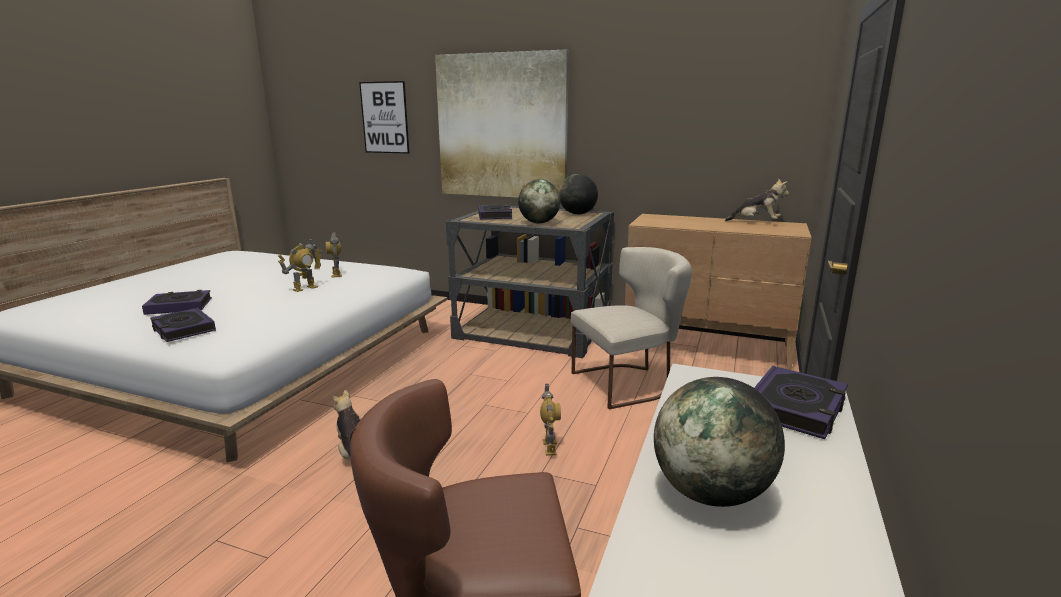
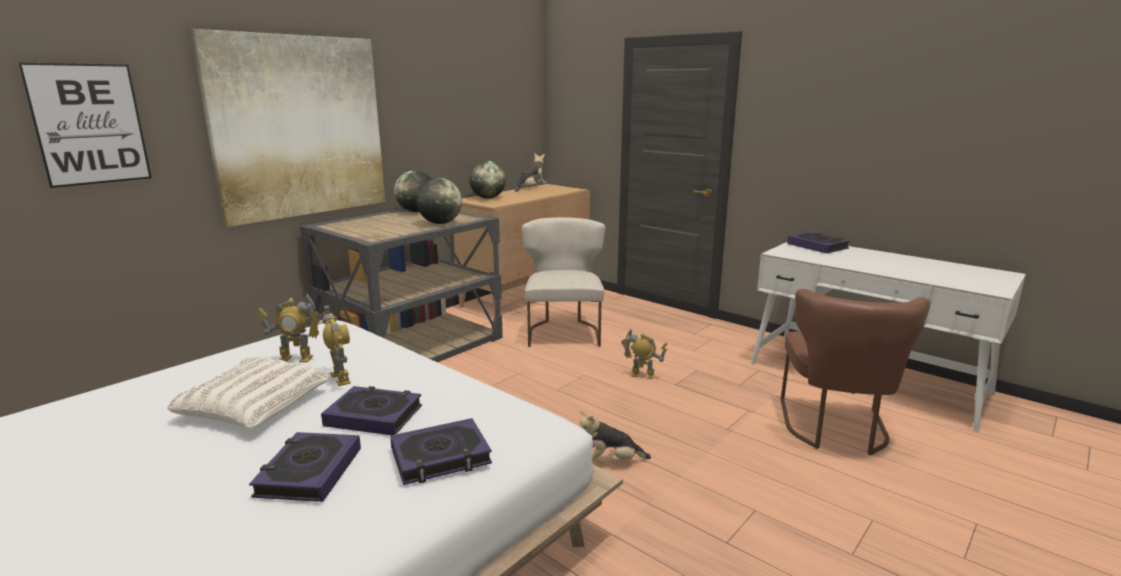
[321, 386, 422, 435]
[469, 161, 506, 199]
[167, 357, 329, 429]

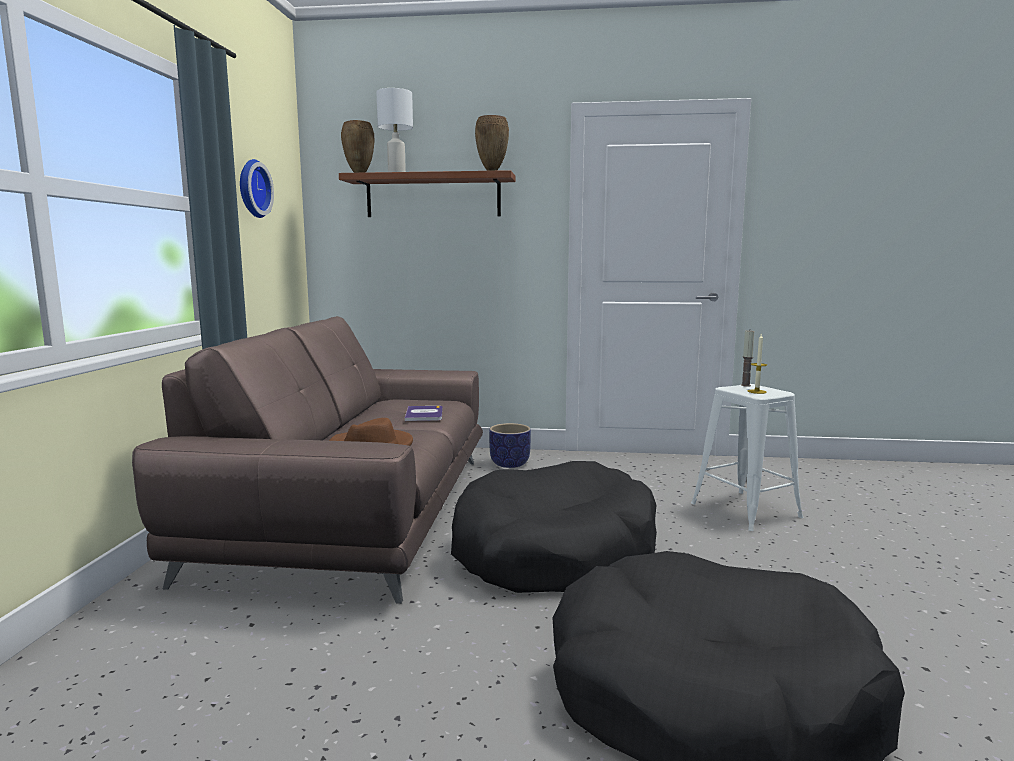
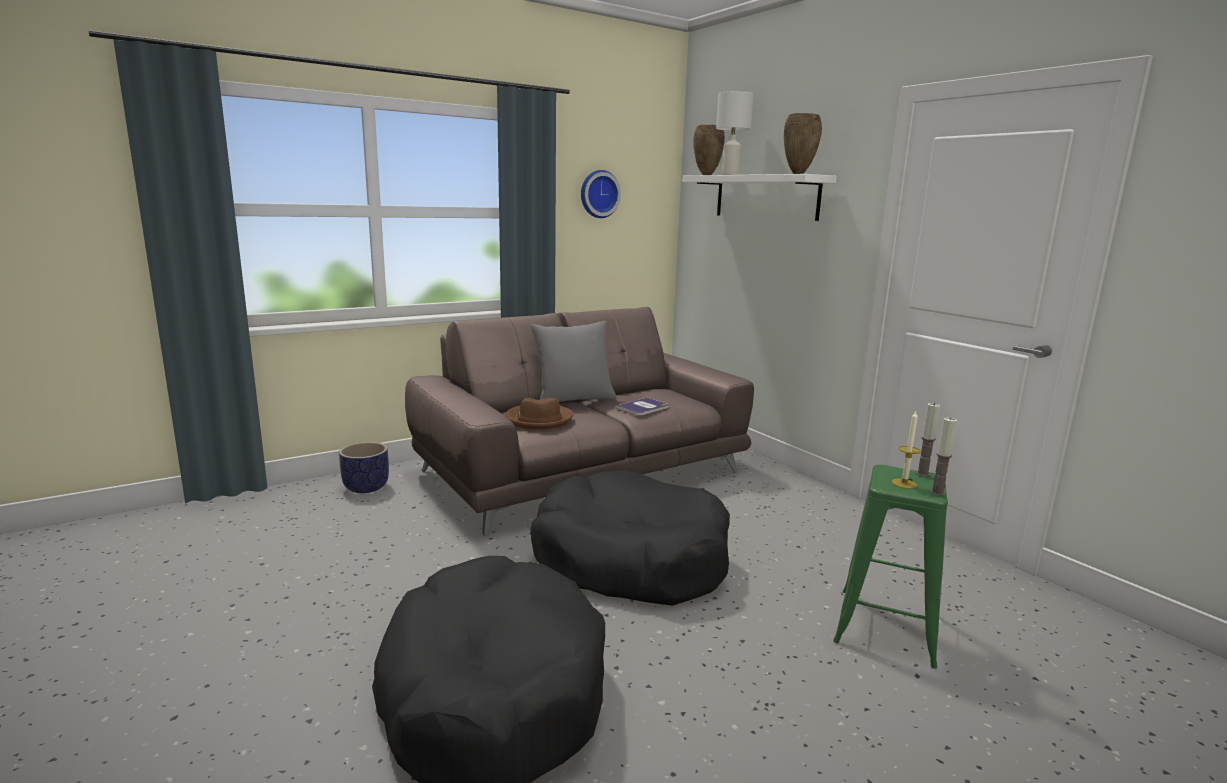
[682, 174, 836, 221]
[833, 465, 948, 669]
[339, 442, 389, 493]
[531, 321, 617, 402]
[930, 417, 957, 496]

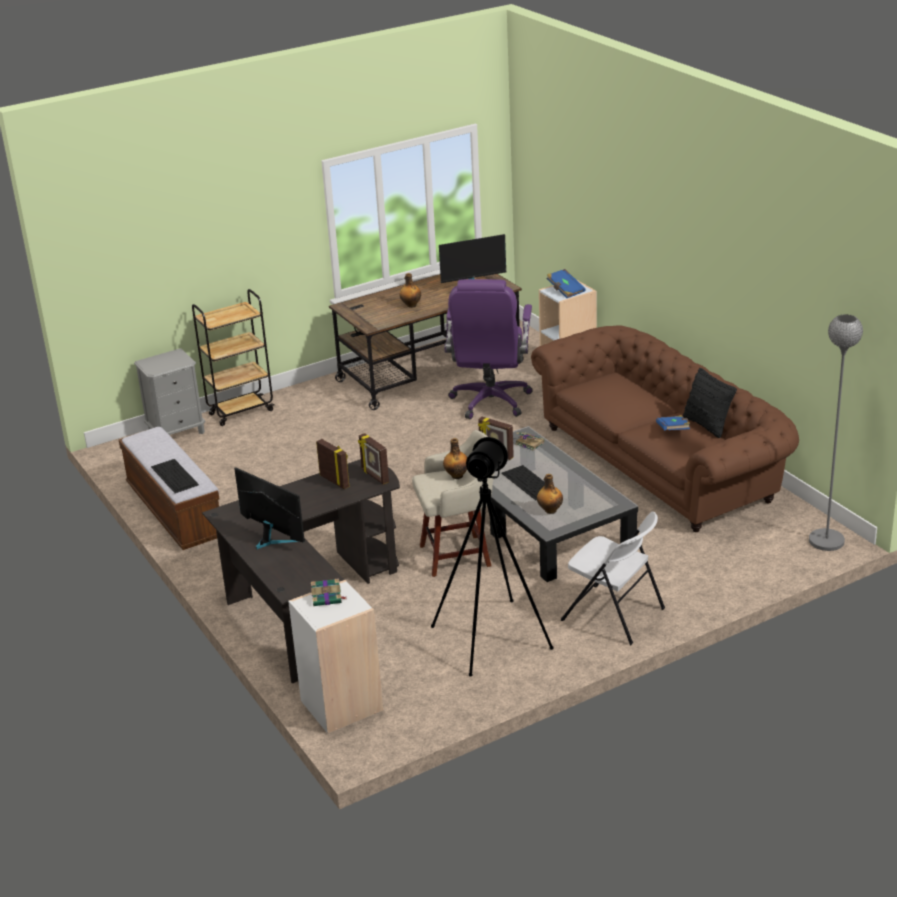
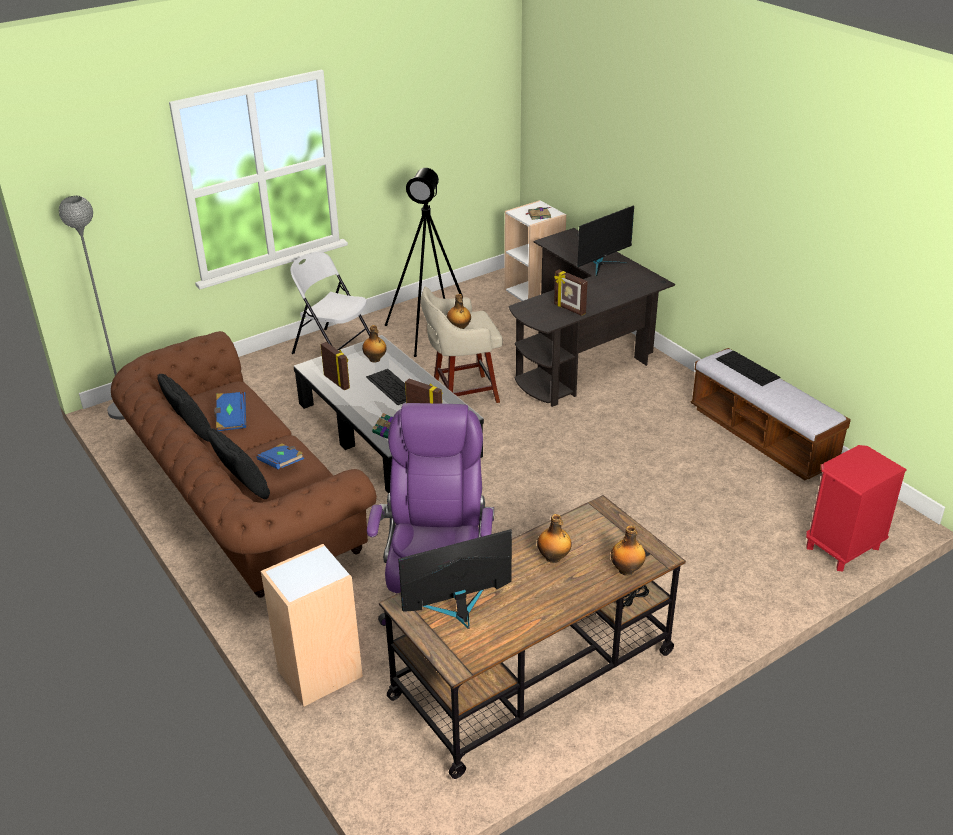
[257, 443, 304, 469]
[192, 289, 276, 426] (first image)
[806, 445, 907, 571]
[320, 342, 350, 390]
[577, 206, 634, 276]
[207, 428, 270, 499]
[611, 525, 646, 576]

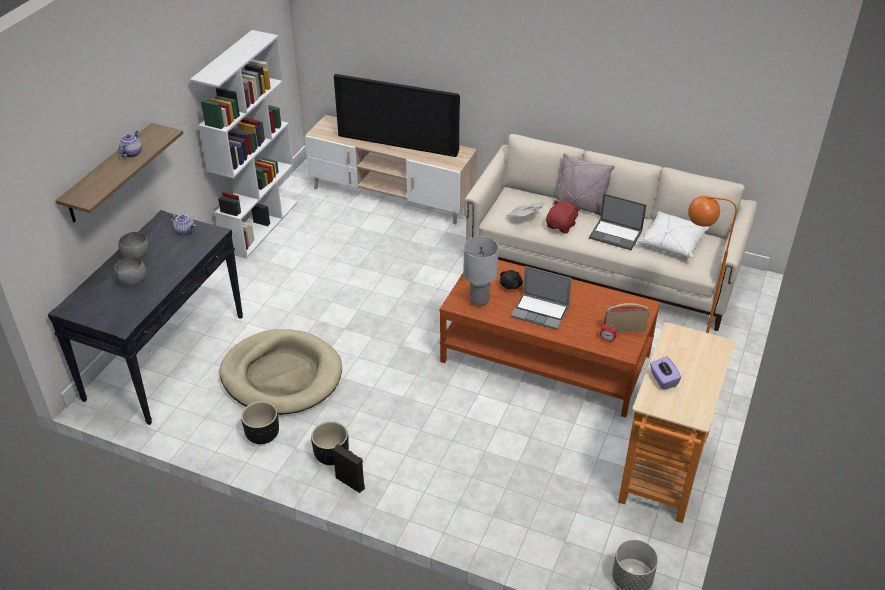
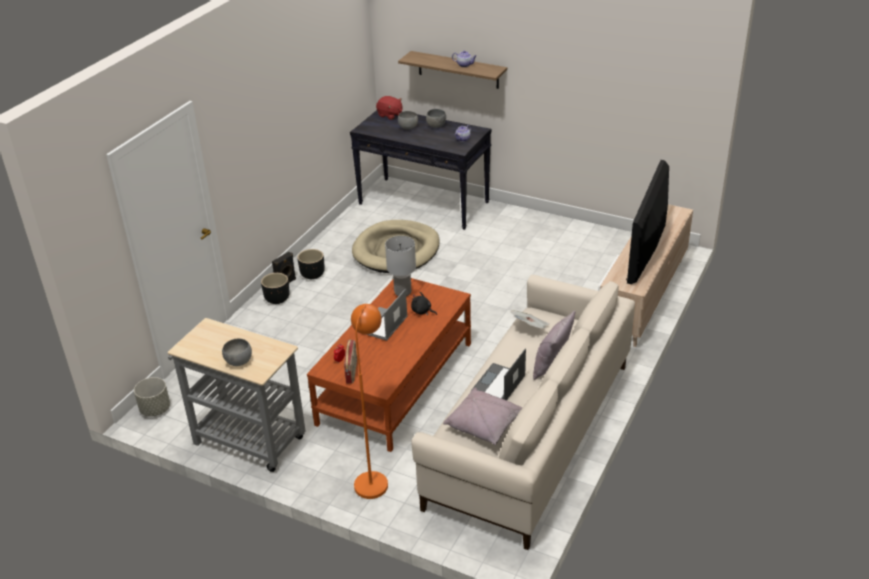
[190, 30, 298, 259] (first image)
[376, 96, 402, 120]
[443, 388, 523, 445]
[168, 318, 306, 472]
[650, 356, 681, 390] (first image)
[261, 273, 289, 304]
[222, 339, 252, 366]

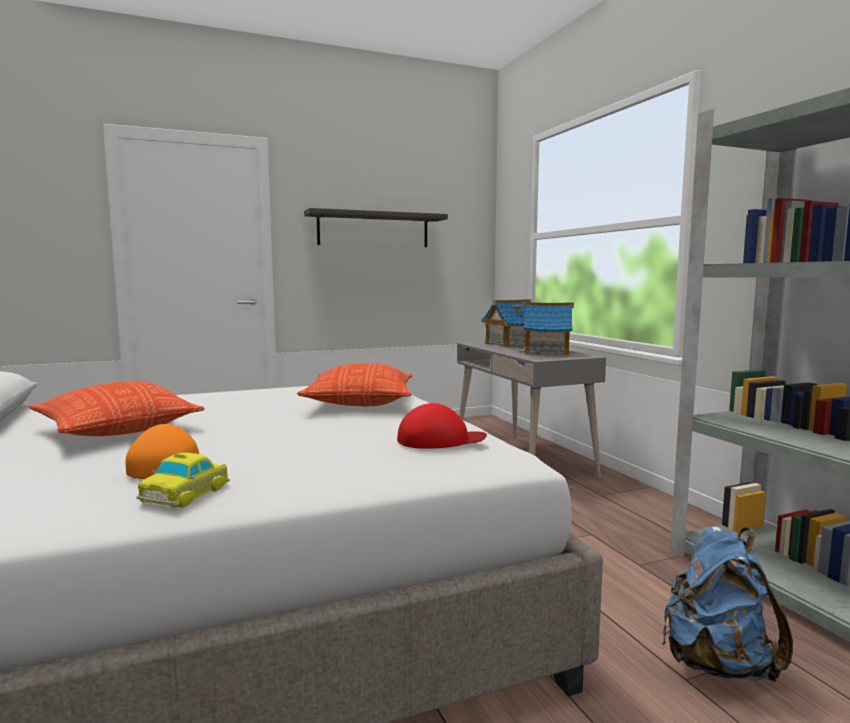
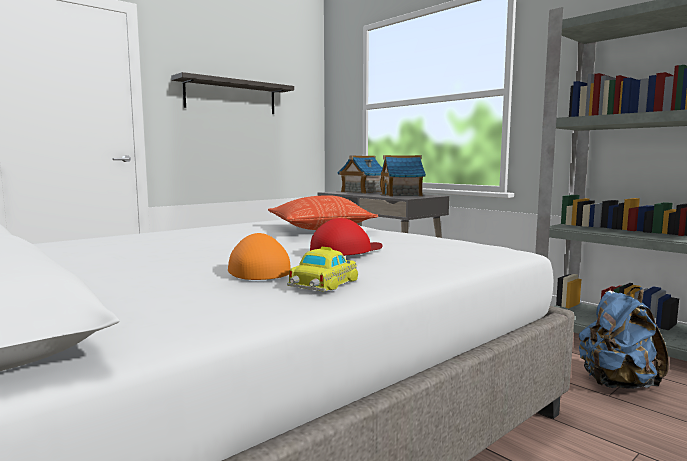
[29, 381, 205, 436] (first image)
[310, 218, 383, 256]
[287, 247, 358, 291]

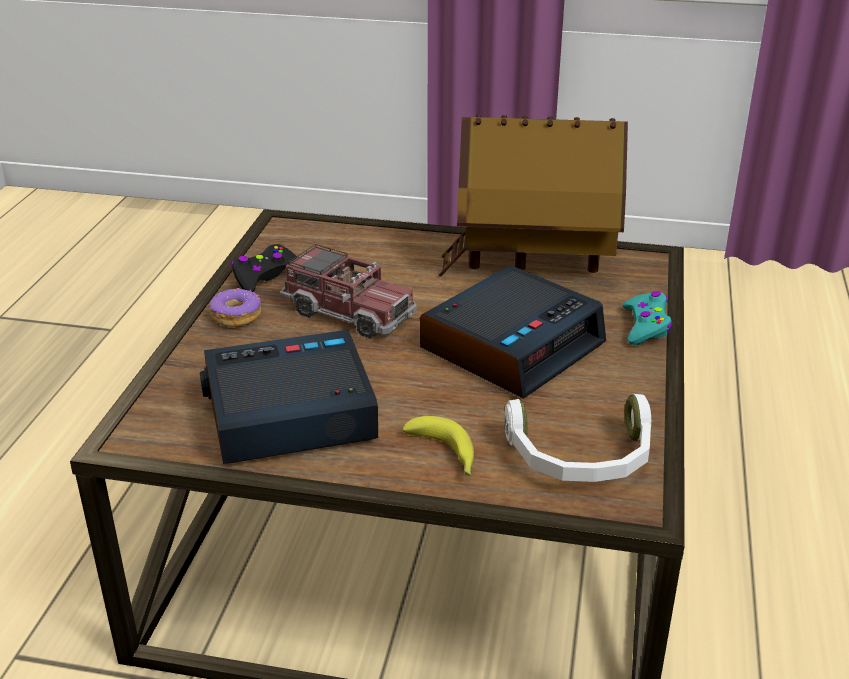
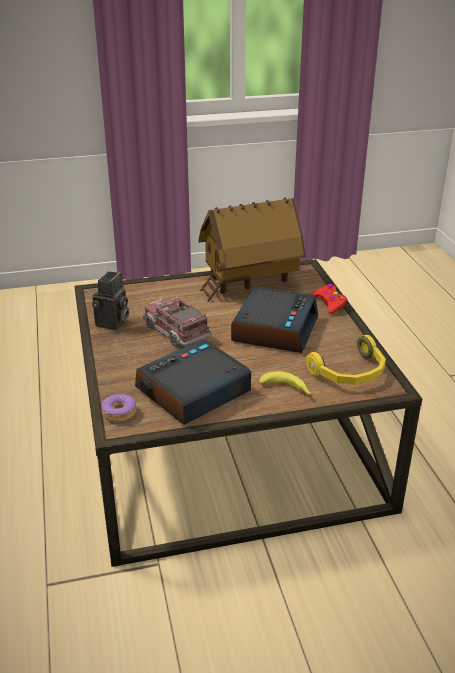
[92, 271, 129, 330]
[143, 297, 212, 347]
[102, 393, 136, 422]
[312, 284, 347, 314]
[306, 335, 386, 385]

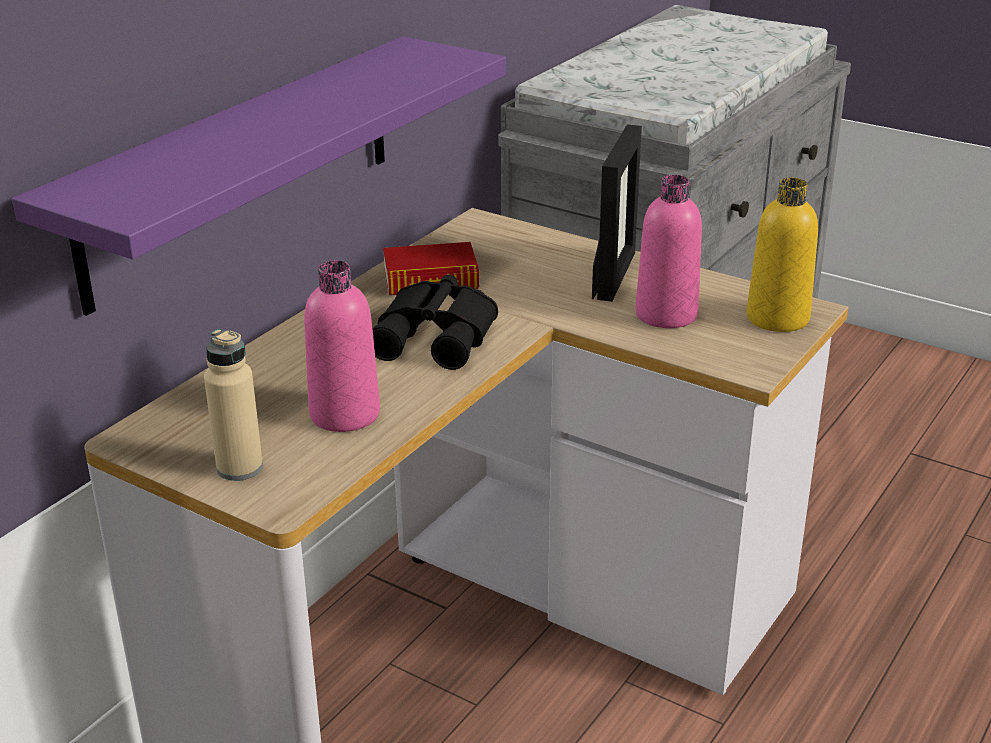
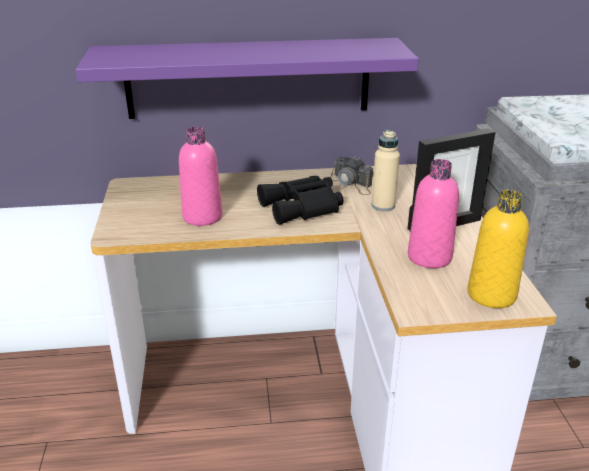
[330, 156, 373, 195]
[372, 130, 400, 211]

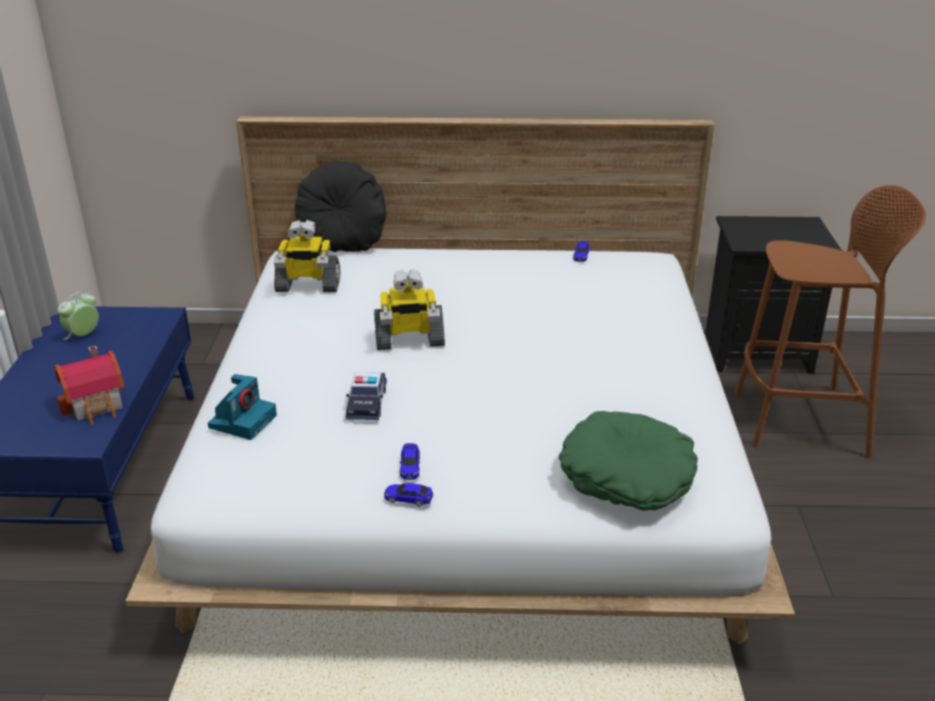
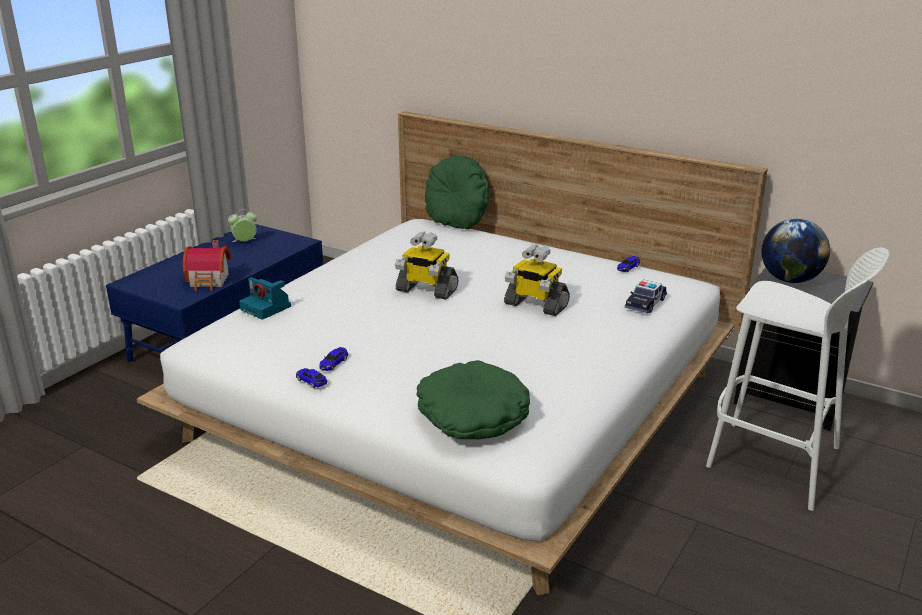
[425, 156, 489, 229]
[706, 247, 889, 511]
[504, 244, 570, 316]
[625, 280, 667, 313]
[239, 277, 291, 320]
[761, 219, 830, 283]

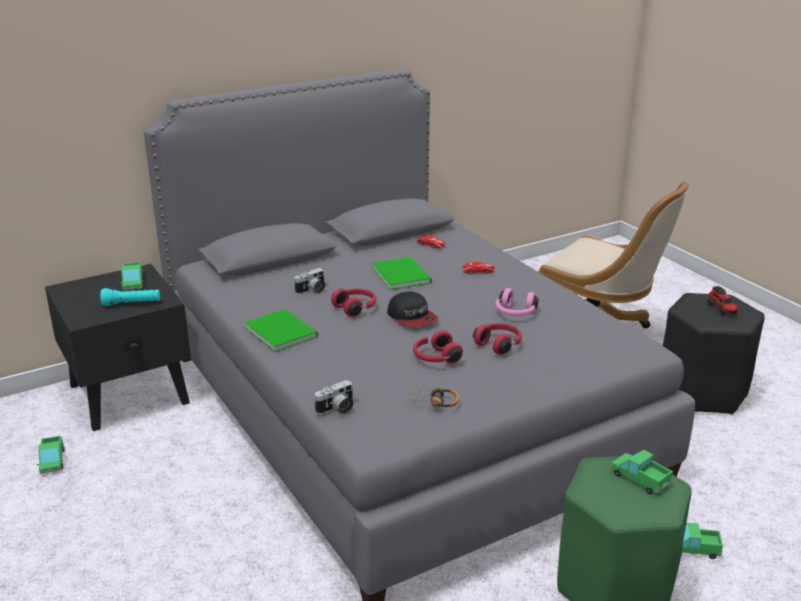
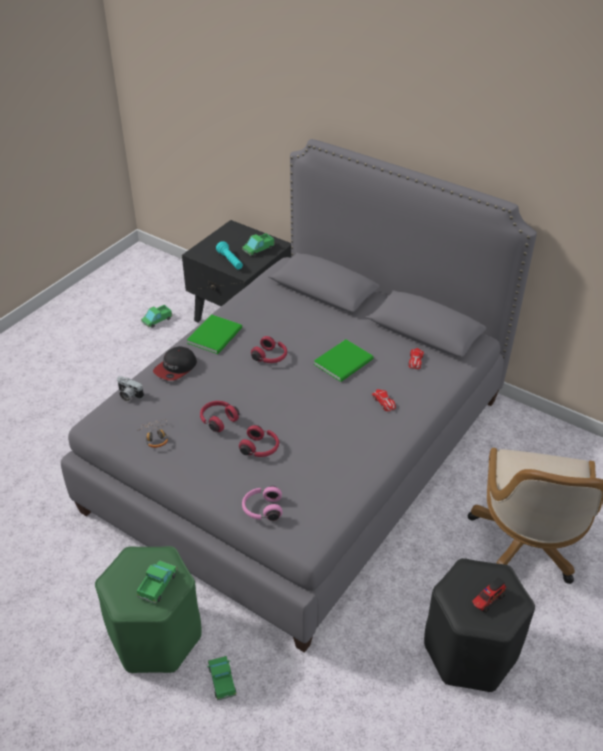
[294, 268, 325, 294] (first image)
[242, 486, 282, 521]
[153, 346, 197, 381]

